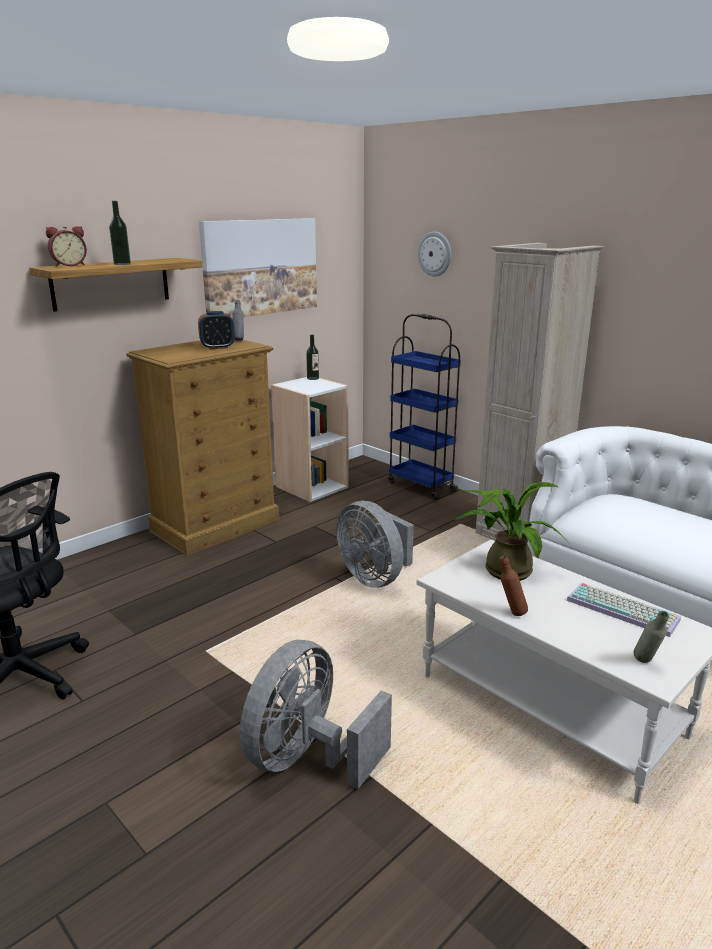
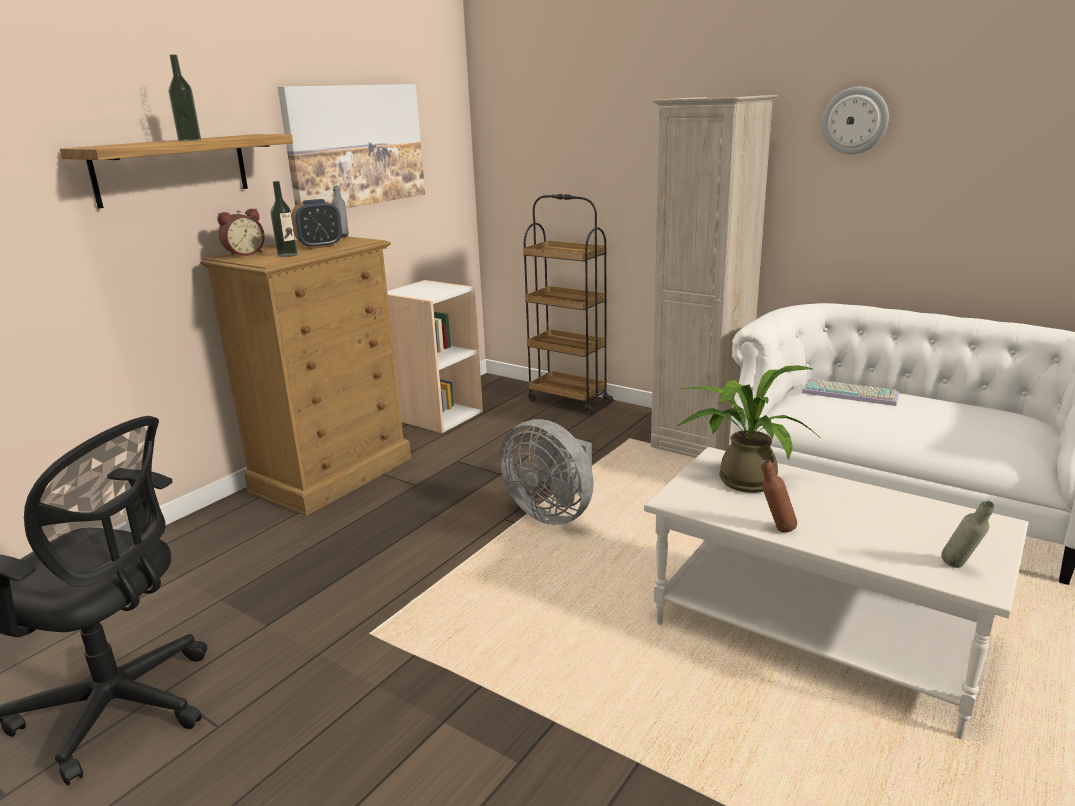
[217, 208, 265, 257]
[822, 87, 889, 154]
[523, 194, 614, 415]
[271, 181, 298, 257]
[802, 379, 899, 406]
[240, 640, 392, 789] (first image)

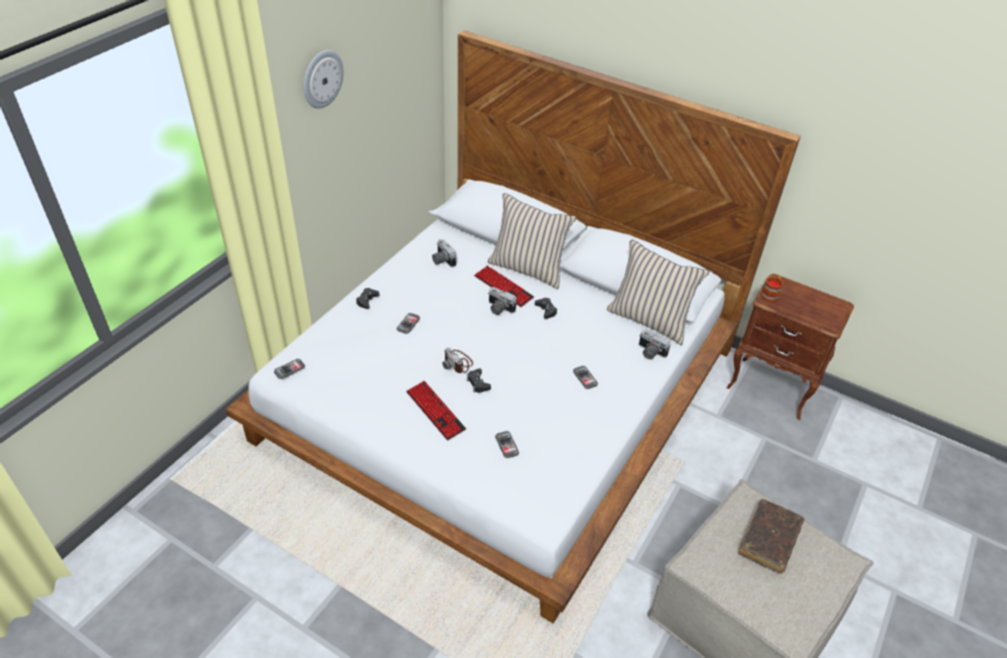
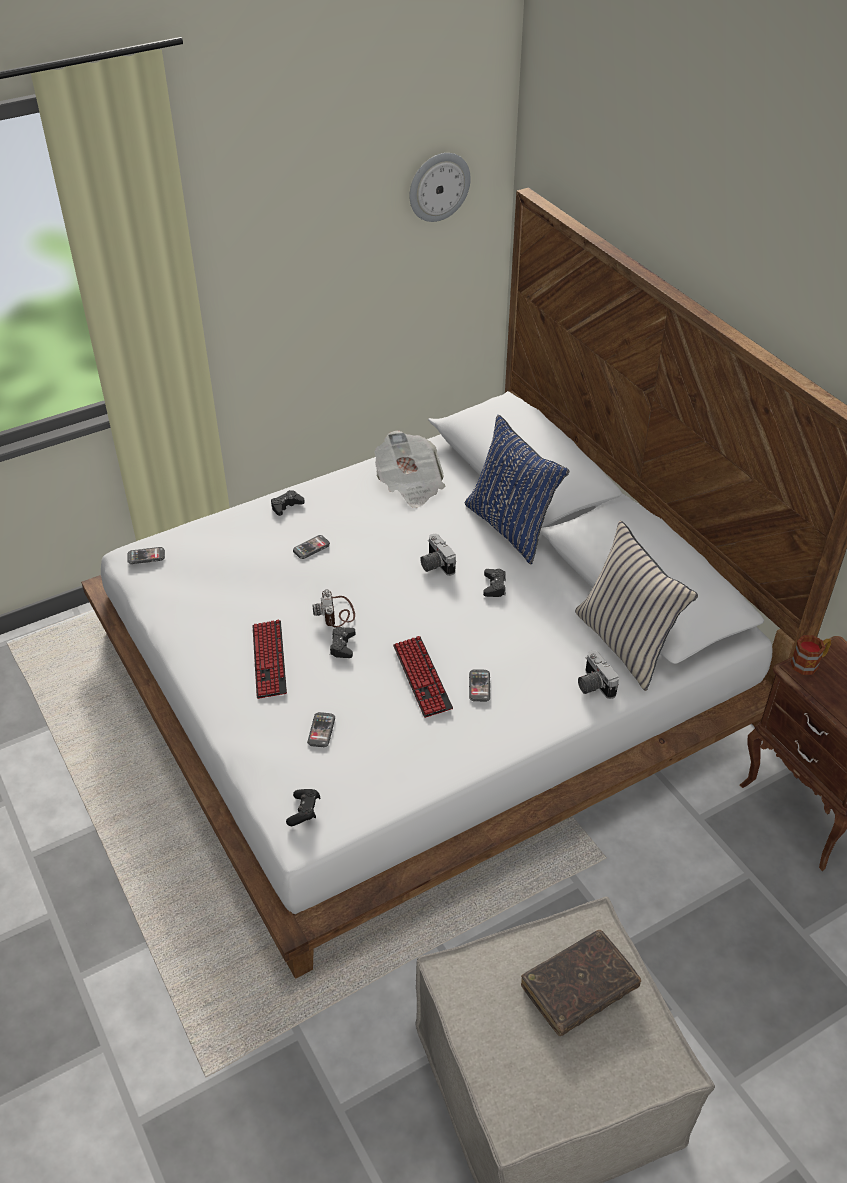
[409, 153, 471, 222]
[465, 415, 570, 565]
[374, 430, 445, 508]
[393, 636, 453, 718]
[286, 789, 321, 826]

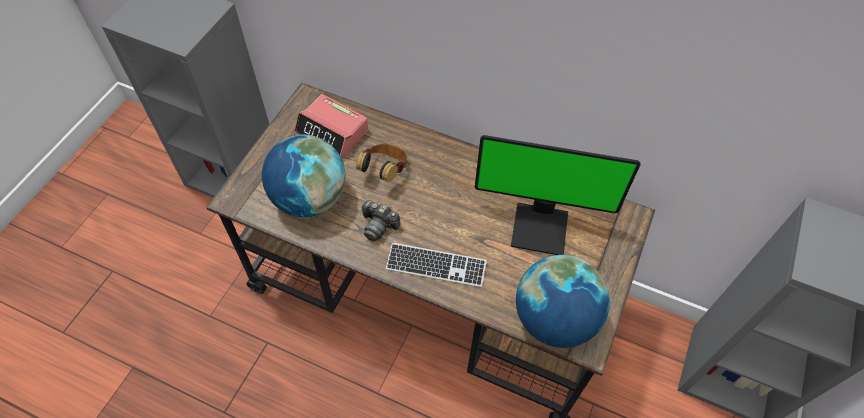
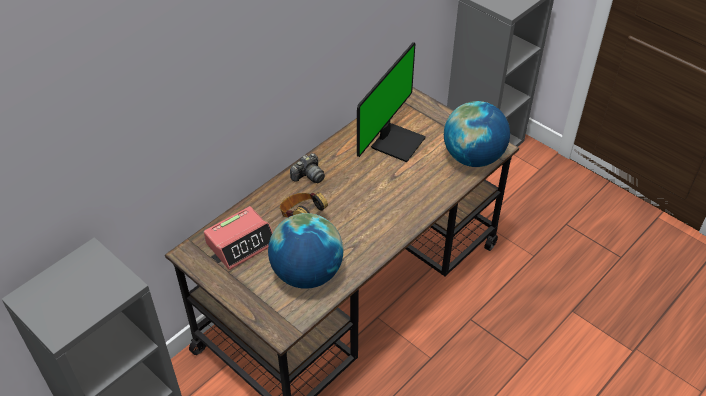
[290, 153, 325, 183]
[386, 243, 487, 287] (first image)

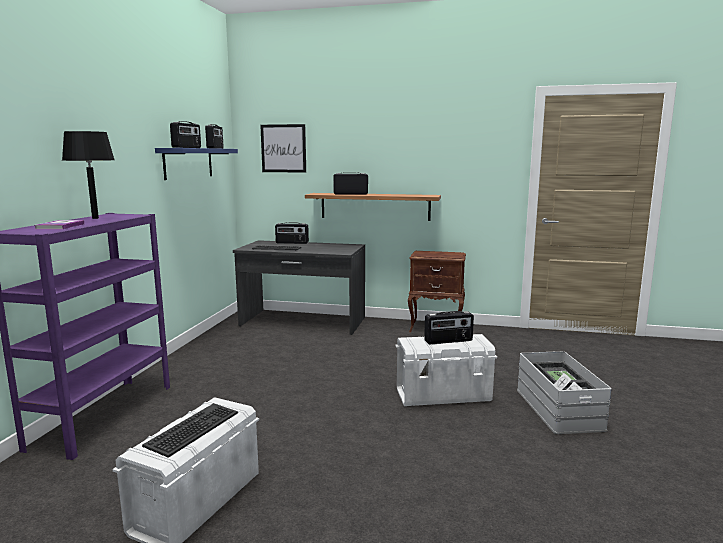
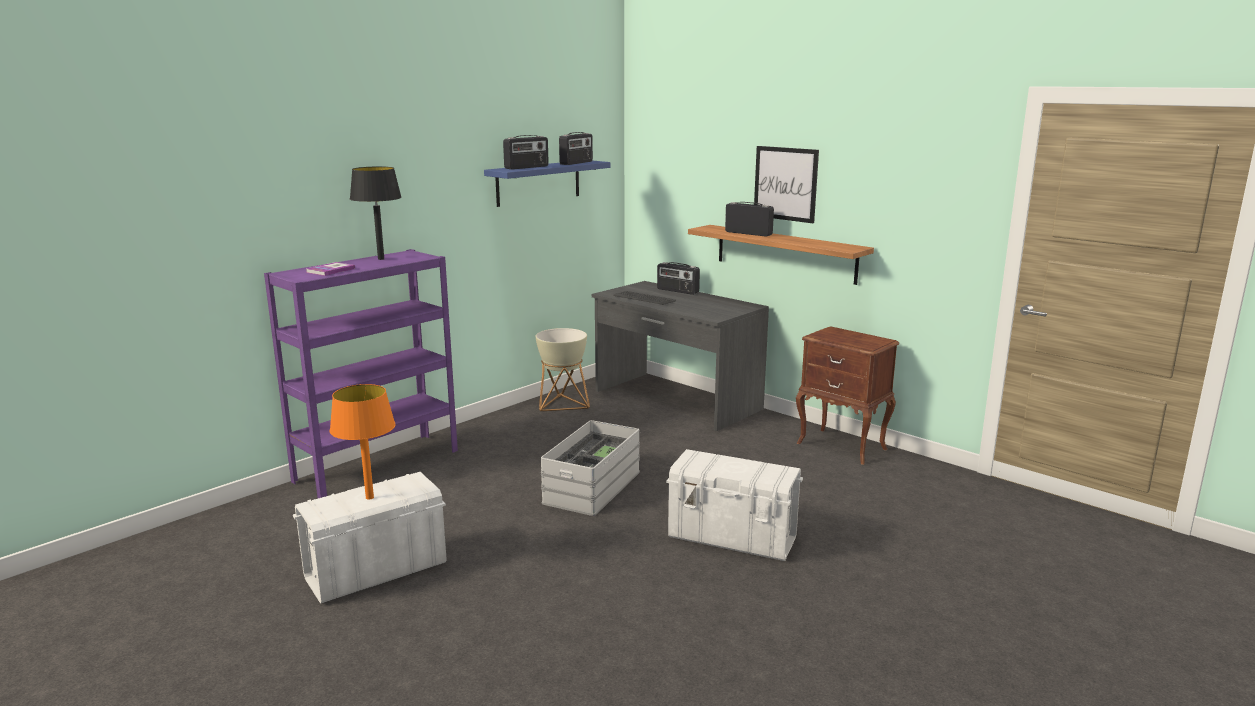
[754, 146, 819, 223]
[424, 311, 474, 344] (first image)
[541, 420, 640, 516]
[330, 384, 395, 500]
[536, 328, 590, 411]

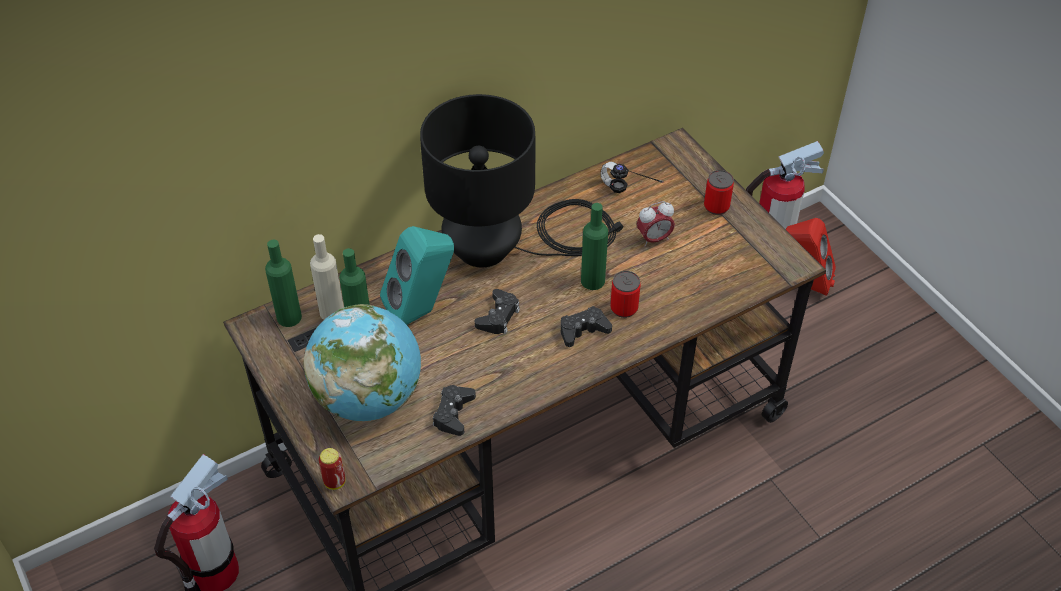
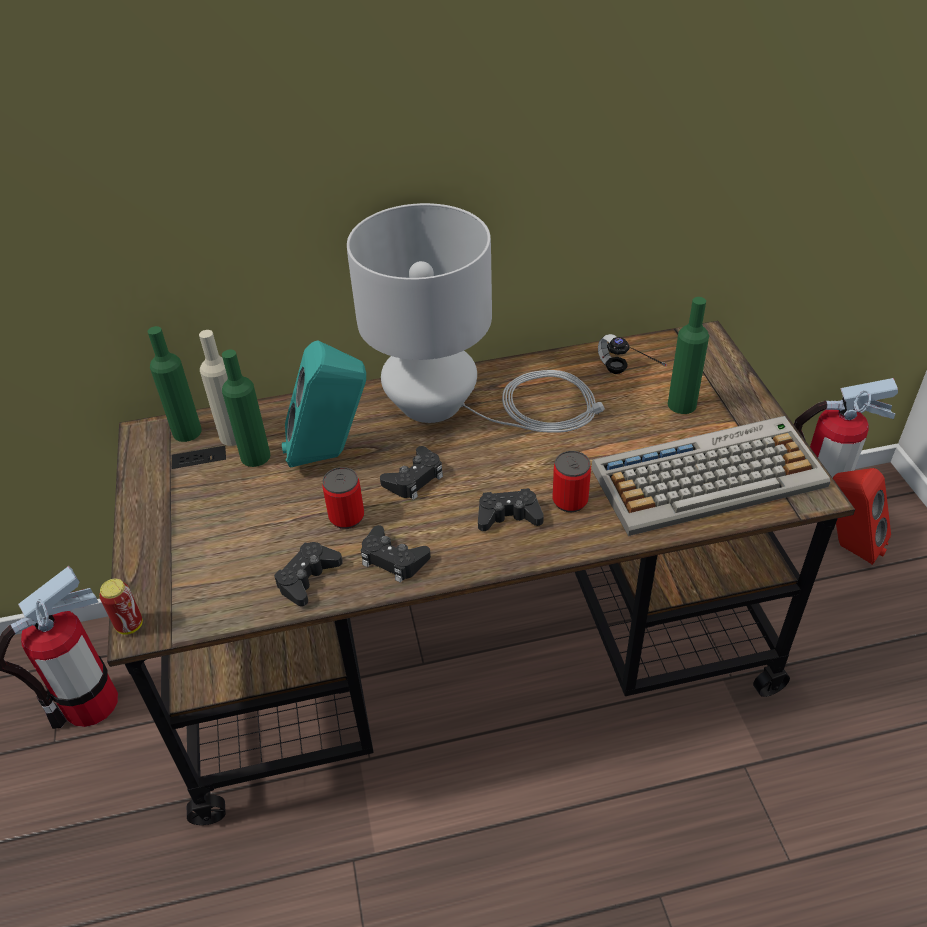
[347, 203, 605, 433]
[322, 467, 364, 529]
[637, 201, 675, 247] (first image)
[668, 297, 709, 414]
[304, 304, 421, 421] (first image)
[591, 416, 831, 536]
[361, 525, 431, 583]

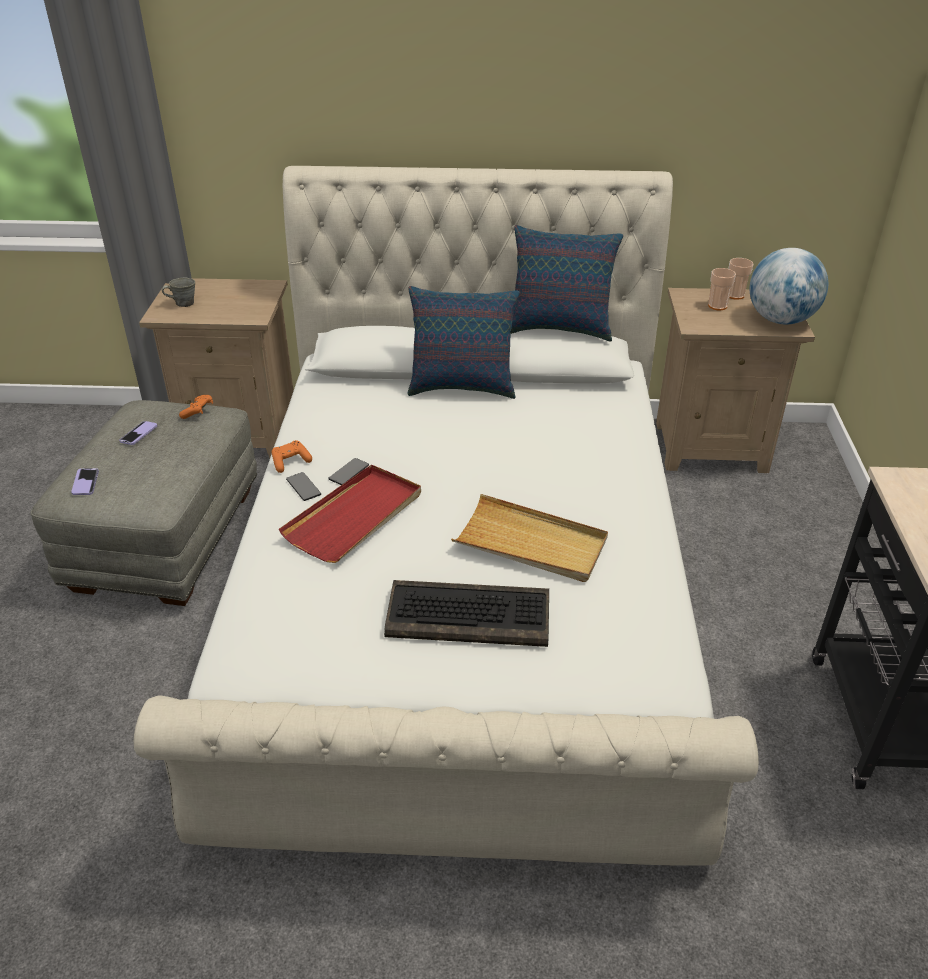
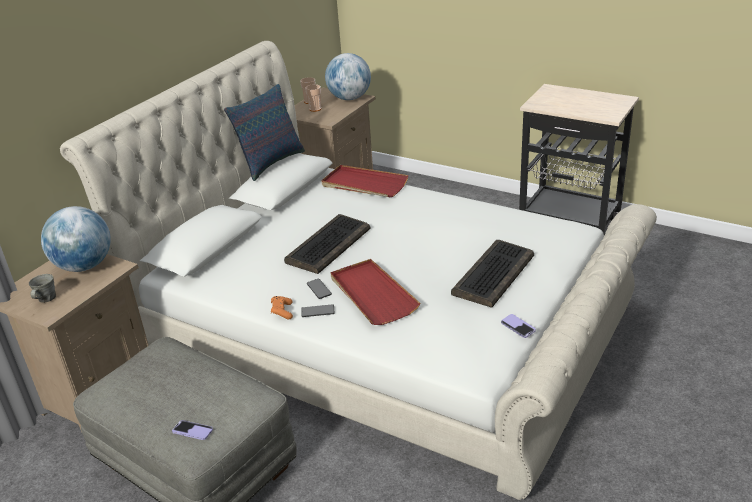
[408, 286, 520, 399] (first image)
[179, 395, 213, 419] (first image)
[501, 314, 536, 338]
[451, 494, 608, 582] (first image)
[321, 165, 408, 197]
[41, 206, 111, 272]
[284, 214, 371, 274]

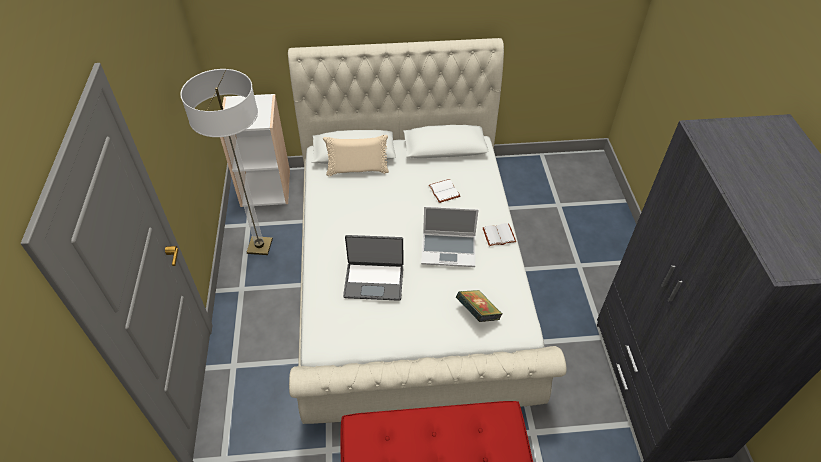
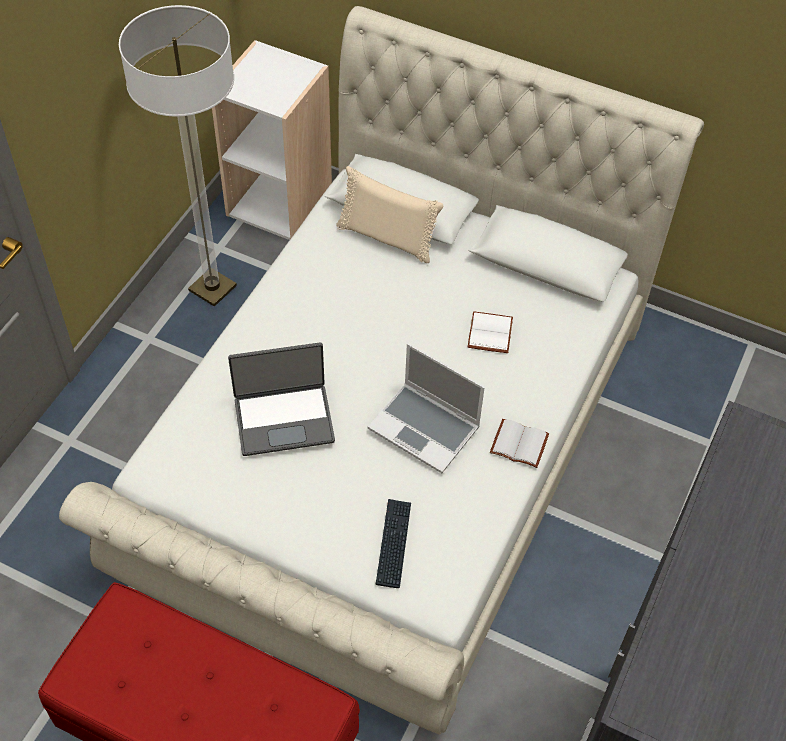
[228, 342, 335, 456]
[376, 499, 411, 588]

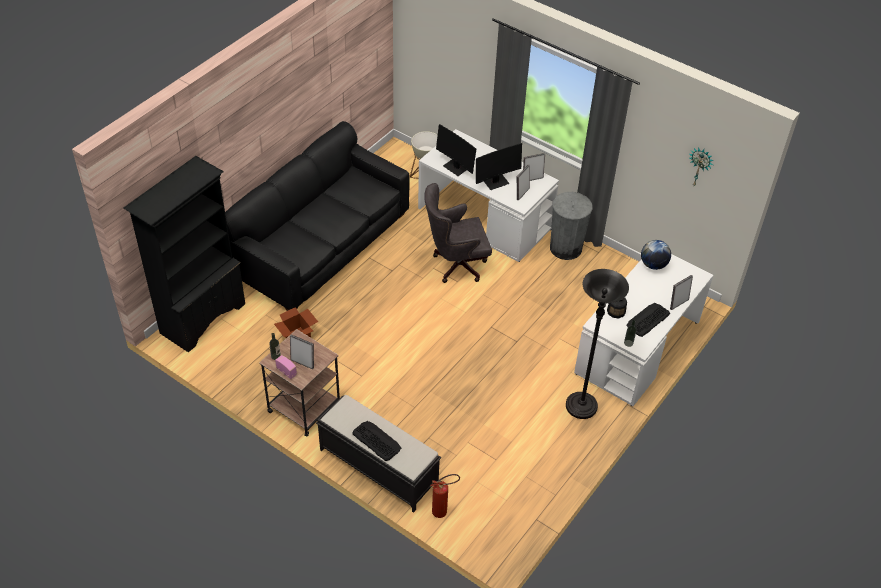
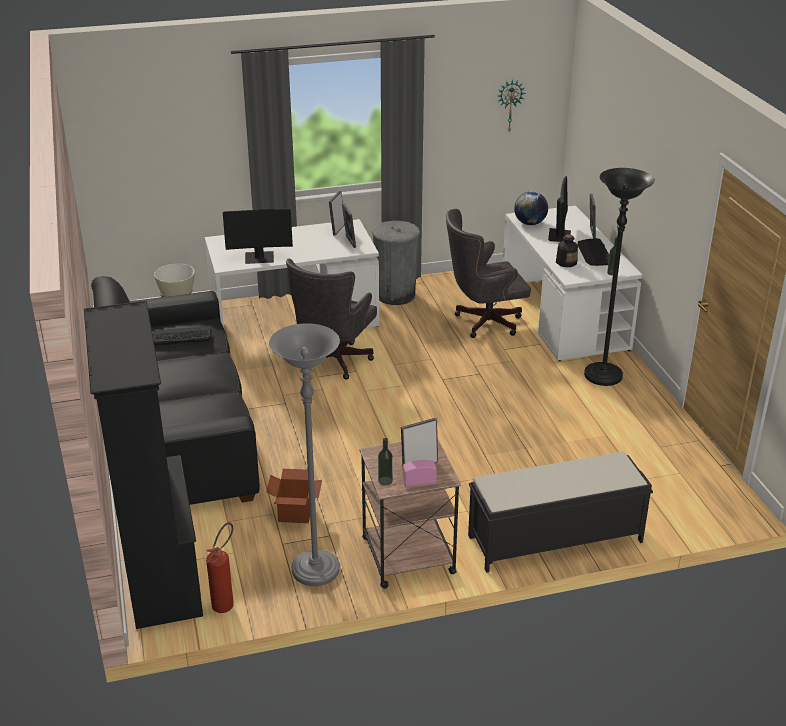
[548, 176, 571, 242]
[153, 327, 212, 345]
[206, 522, 234, 613]
[446, 209, 531, 338]
[269, 323, 340, 586]

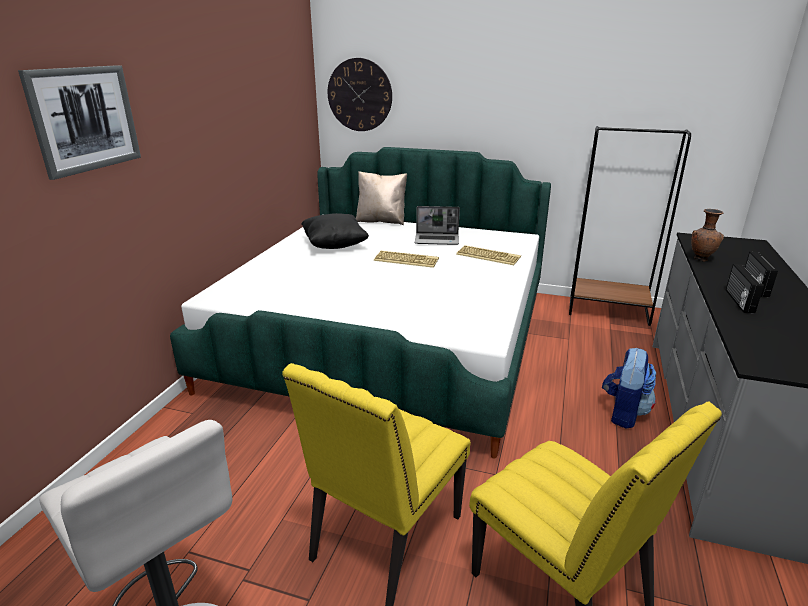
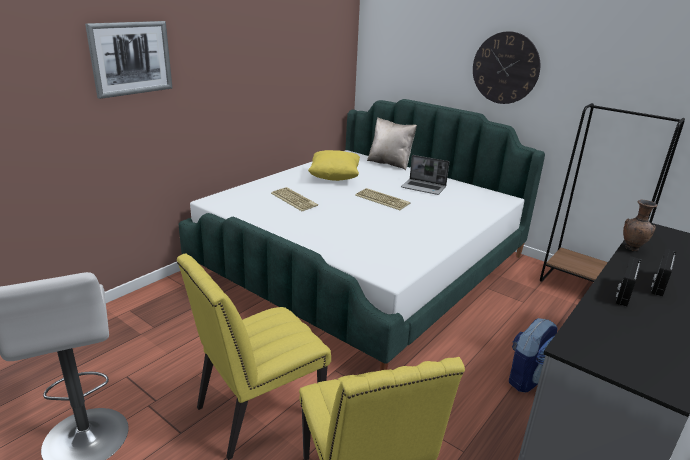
[473, 31, 540, 104]
[308, 150, 360, 181]
[271, 187, 318, 211]

